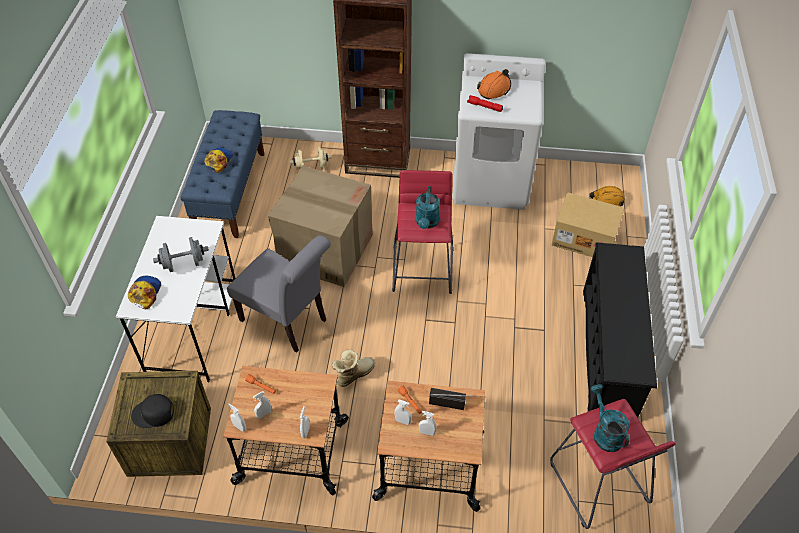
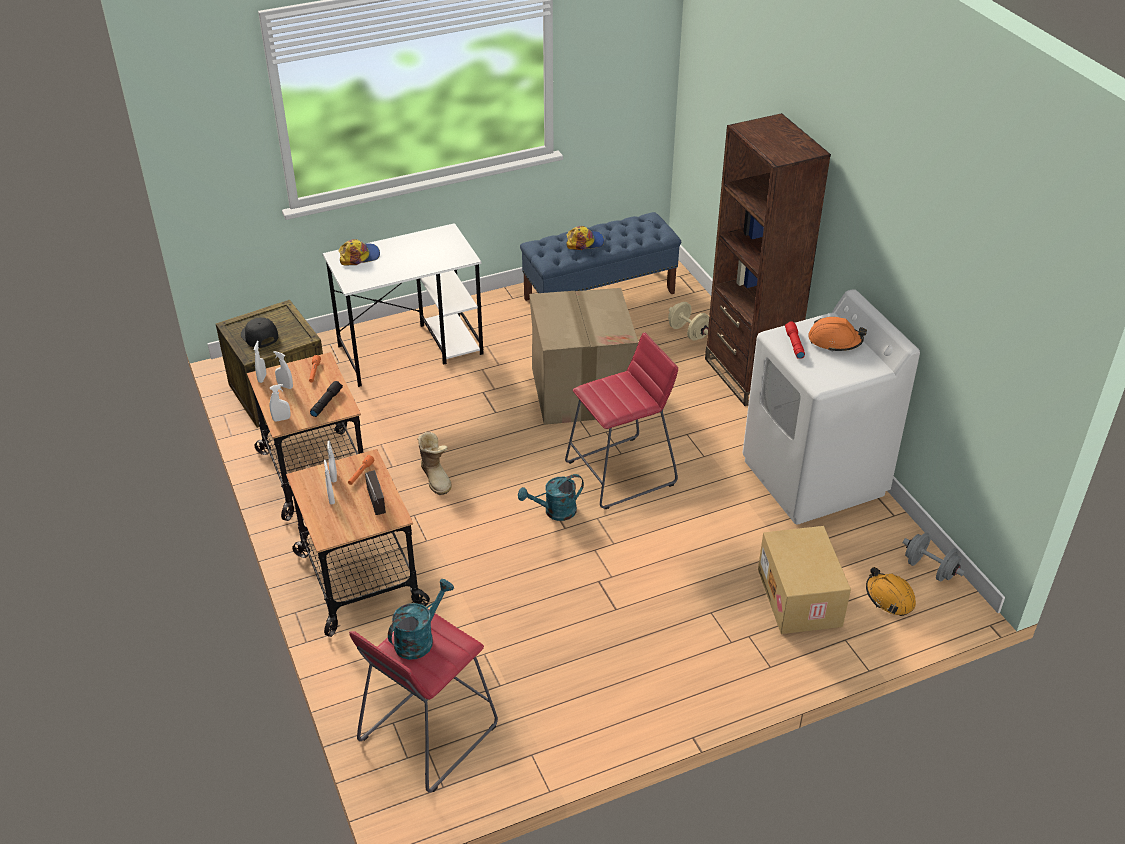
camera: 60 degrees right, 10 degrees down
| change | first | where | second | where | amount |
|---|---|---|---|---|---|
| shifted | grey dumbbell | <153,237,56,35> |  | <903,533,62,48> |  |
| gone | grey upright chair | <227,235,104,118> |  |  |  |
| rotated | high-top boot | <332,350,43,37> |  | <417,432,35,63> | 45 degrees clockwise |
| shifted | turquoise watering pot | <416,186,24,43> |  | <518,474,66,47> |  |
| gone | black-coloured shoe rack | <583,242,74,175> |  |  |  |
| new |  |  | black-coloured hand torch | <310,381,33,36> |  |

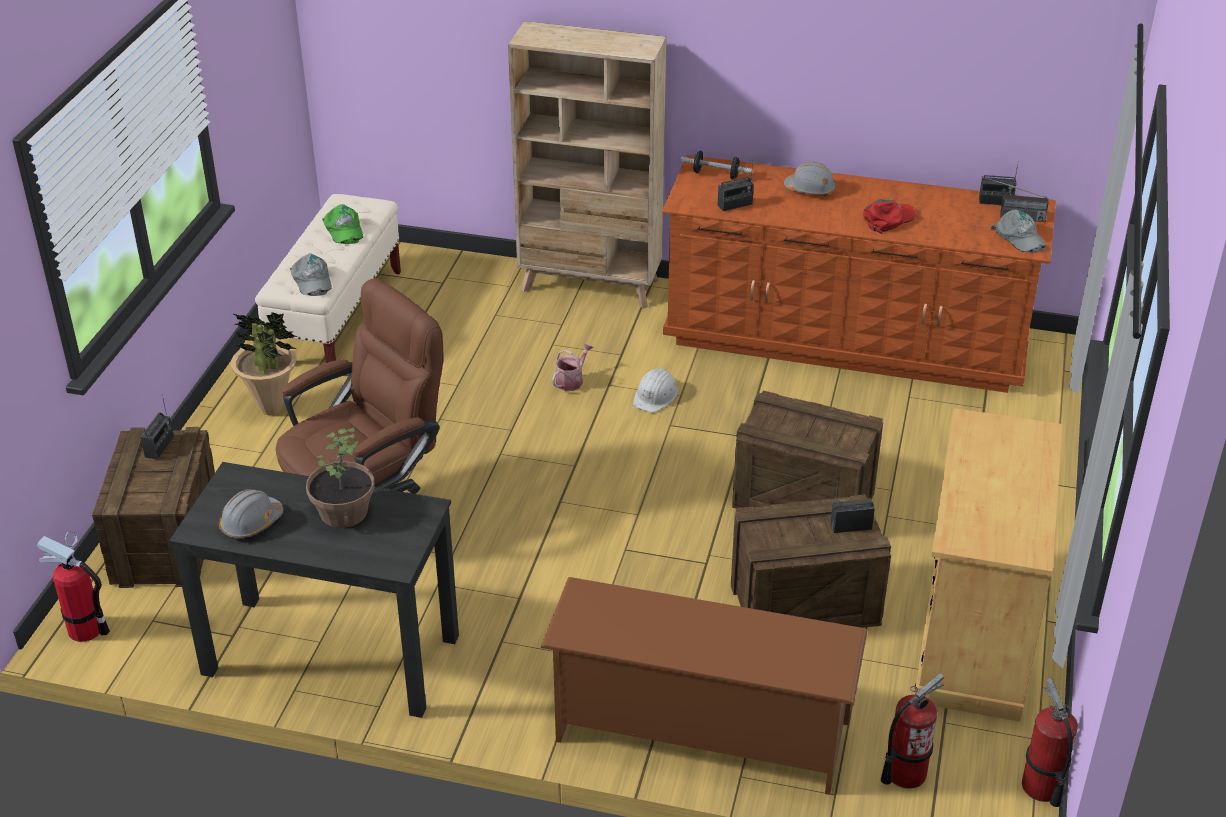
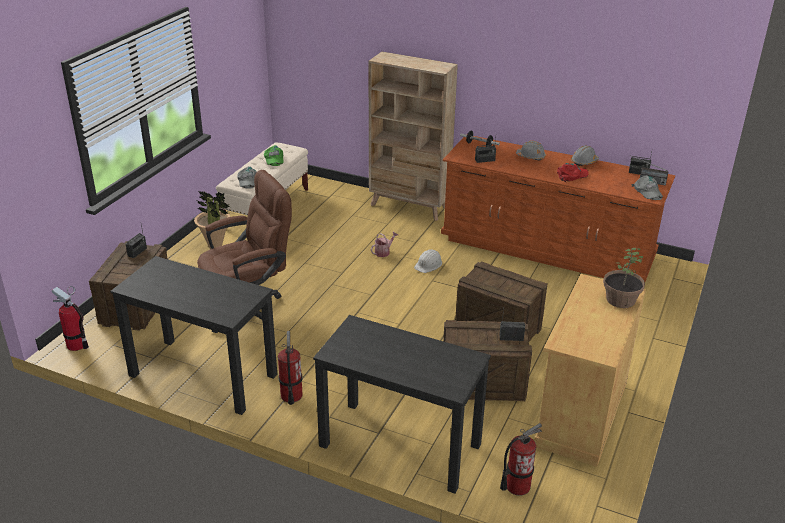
camera: 10 degrees right, 5 degrees down
| change | first | where | second | where | amount |
|---|---|---|---|---|---|
| shifted | grey work helmet | <219,489,64,50> |  | <571,146,28,20> |  |
| shifted | houseplant | <306,428,69,100> |  | <603,248,42,60> |  |
| swapped | brown-coloured shoe rack | <541,577,327,218> | black-coloured desk | <313,315,178,179> |  |
| shifted | extinguisher | <1022,678,56,129> |  | <278,331,25,74> |  |

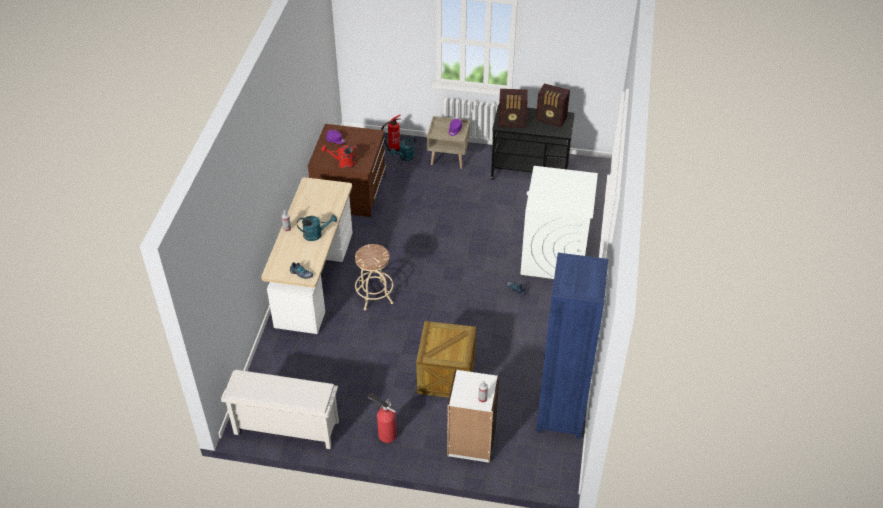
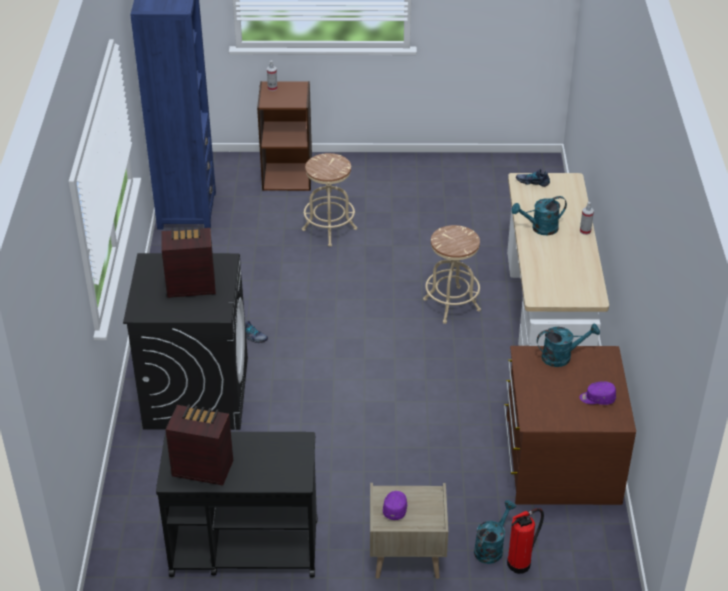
camera: 170 degrees right, 5 degrees down
| change | first | where | second | where | amount |
|---|---|---|---|---|---|
| gone | whitish shoe rack | <221,370,118,79> |  |  |  |
| repainted | reddish watering pot | <321,145,38,24> | turquoise watering pot | <537,323,63,44> |  |
| gone | extinguisher | <368,393,29,50> |  |  |  |
| swapped | shipping crate | <416,321,60,77> | beige sitting stool | <302,153,55,94> |  |
| repainted | whitish bookcase | <447,369,52,94> | brown-coloured bookcase | <257,81,55,110> |  |
| shifted | radio receiver | <498,89,30,39> |  | <161,226,55,72> |  |
| repainted | whitish laundry appliance | <520,166,78,113> | black-coloured laundry appliance | <123,253,125,177> |  |

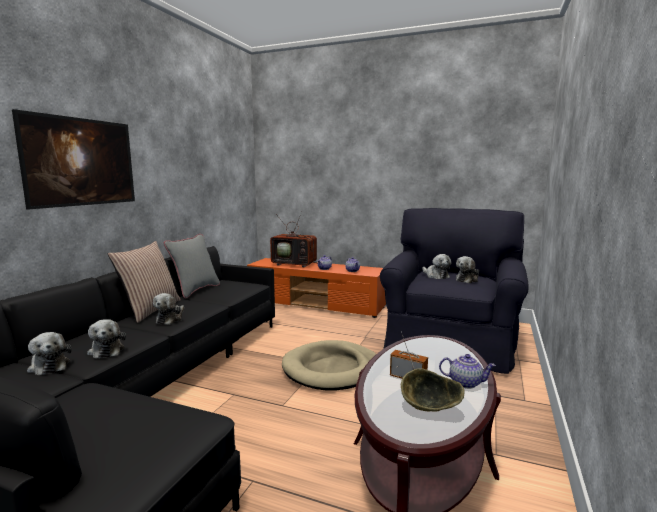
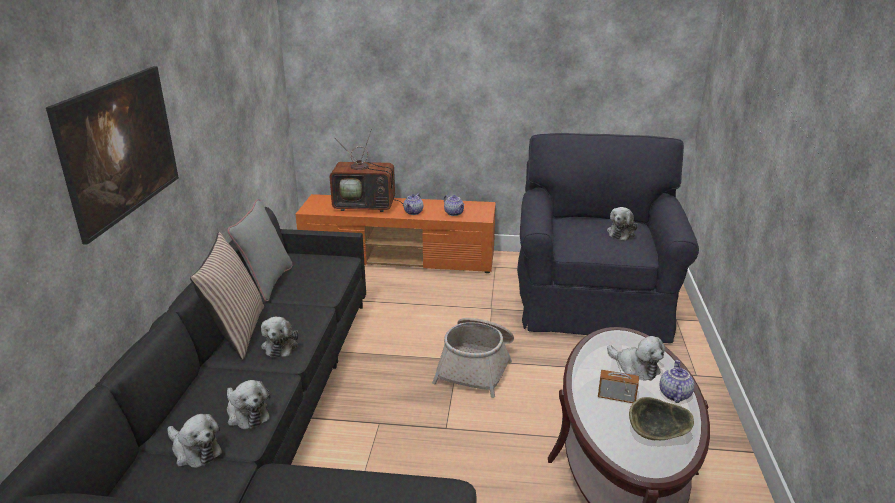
camera: 15 degrees left, 15 degrees up
| change | first | where | second | where | amount |
|---|---|---|---|---|---|
| swapped | beige pet bed | <282,340,94,50> | household basket | <432,318,82,80> |  |
| shifted | soft toy | <422,254,30,25> |  | <607,336,58,45> |  |
| rotated | pot for tea | <439,354,57,35> |  | <660,360,34,43> | 75 degrees counterclockwise |

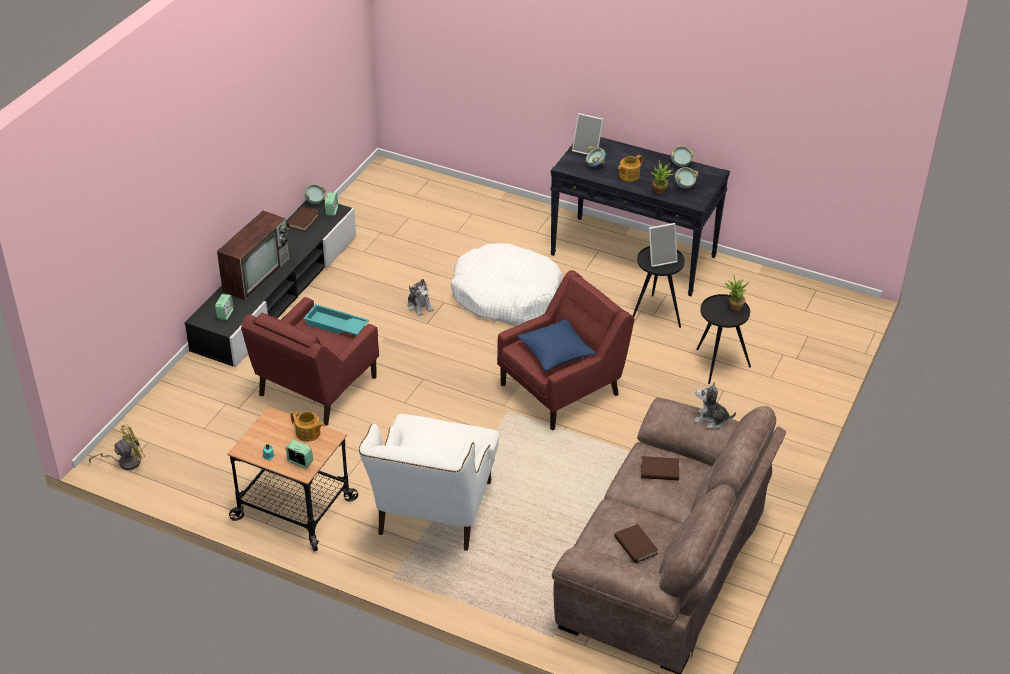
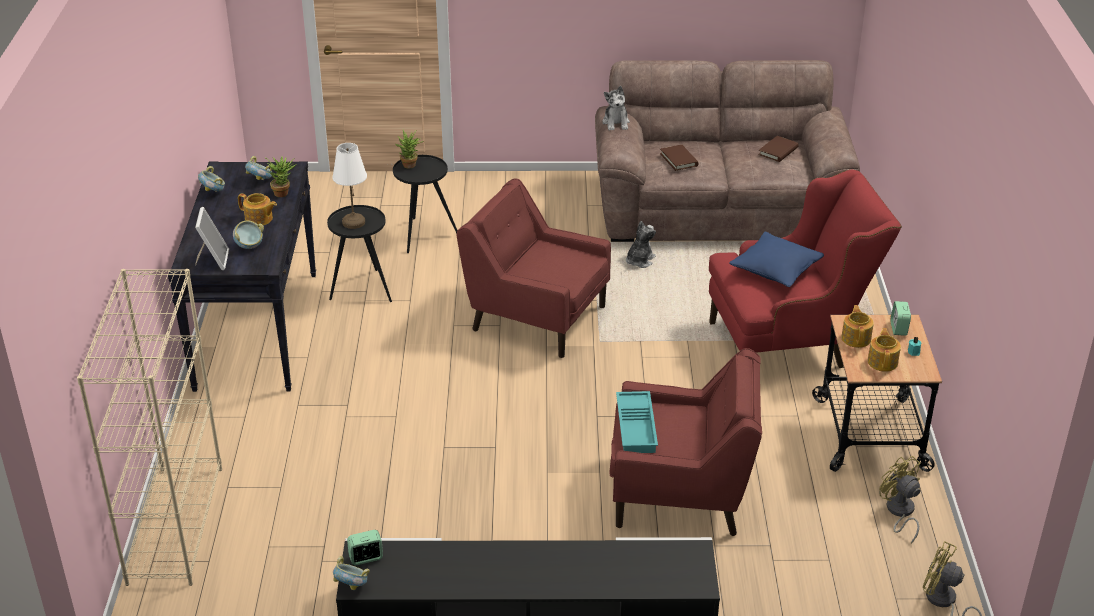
camera: 115 degrees left, 5 degrees down
| change | first | where | second | where | amount |
|---|---|---|---|---|---|
| gone | table clock | <215,294,19,26> |  |  |  |
| gone | television | <217,211,73,89> |  |  |  |
| gone | brown-coloured volume | <287,207,33,25> |  |  |  |
| repainted | whitish easy chair | <359,414,140,137> | reddish easy chair | <709,169,193,199> |  |
| shifted | soft toy | <408,279,25,37> |  | <626,221,30,47> |  |
| gone | whitish pet bed | <451,243,111,82> |  |  |  |
| shifted | blue-coloured cushion | <518,319,78,52> |  | <729,232,95,55> |  |
| swapped | standing frame | <649,223,28,44> | whitish lamp for a table | <332,143,35,86> |  |
| new |  |  | beige bookcase | <77,269,145,317> |  |
| new |  |  | pot for tea | <868,328,33,44> |  |
| new |  |  | yellow-coloured cooling fan | <879,456,42,88> |  |

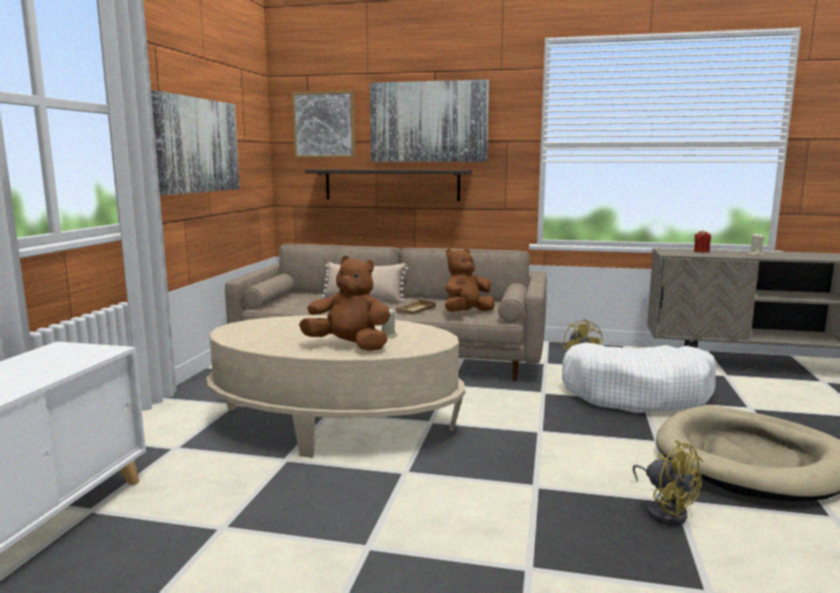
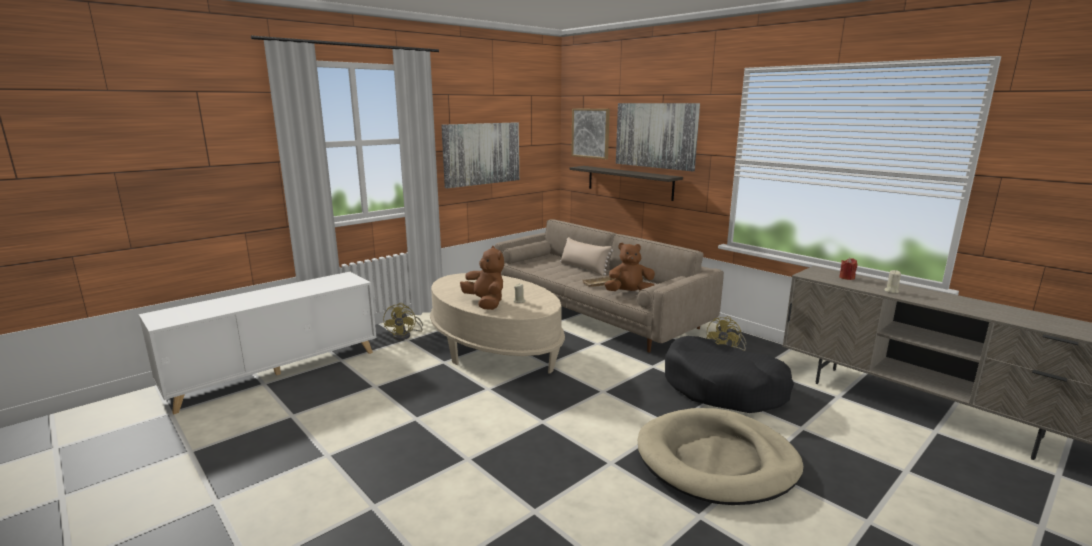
camera: 35 degrees right, 5 degrees up
| change | first | where | second | where | amount |
|---|---|---|---|---|---|
| repainted | whitish pet bed | <562,343,154,70> | black-coloured pet bed | <665,336,129,77> |  |
| shifted | yellow-coloured cooling fan | <633,440,70,86> |  | <383,303,40,37> |  |

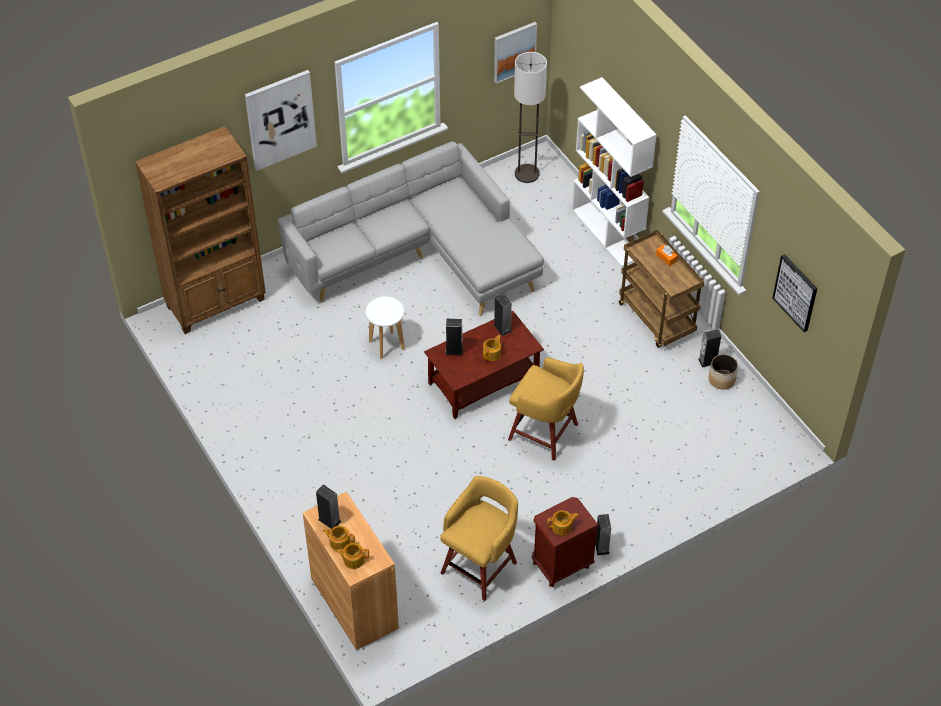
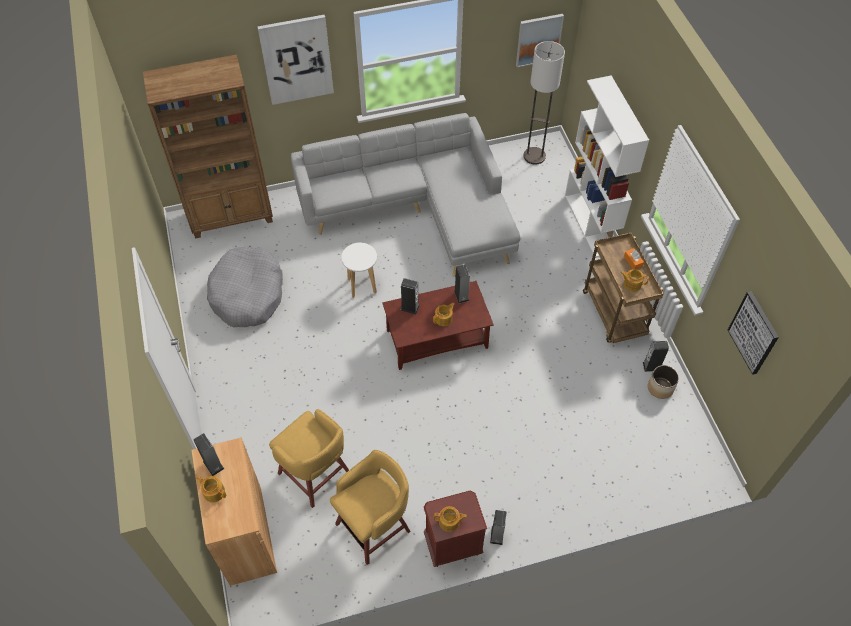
camera: 15 degrees right, 5 degrees up
| change | first | where | second | where | amount |
|---|---|---|---|---|---|
| shifted | pot for tea | <336,543,33,26> |  | <621,269,28,22> |  |
| shifted | yellow-coloured sitting stool | <508,357,76,104> |  | <269,409,80,99> |  |
| new |  |  | grey pet bed | <207,246,76,82> |  |

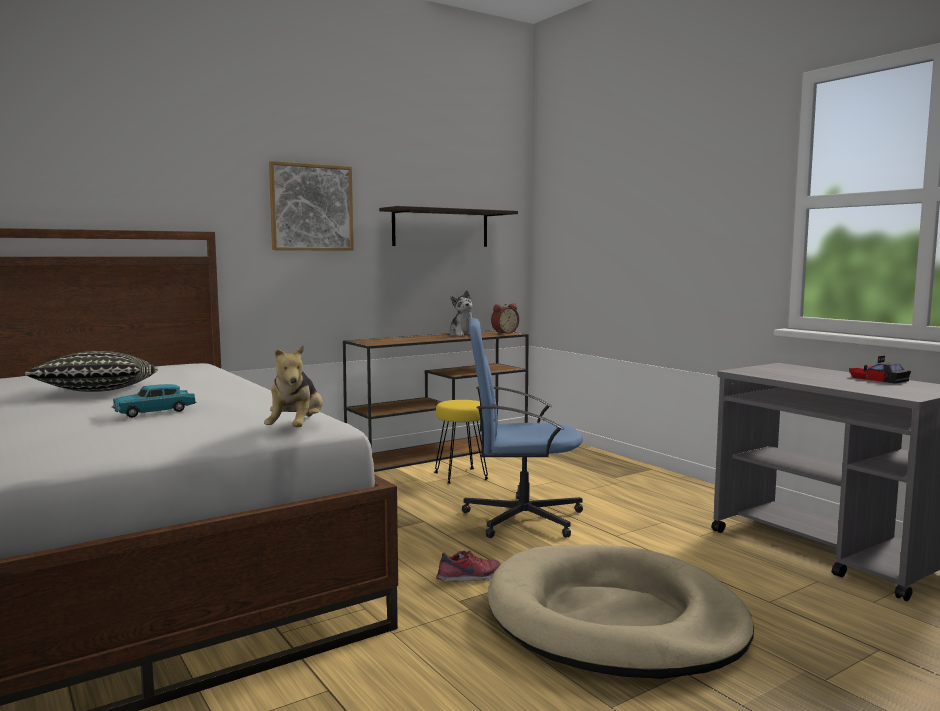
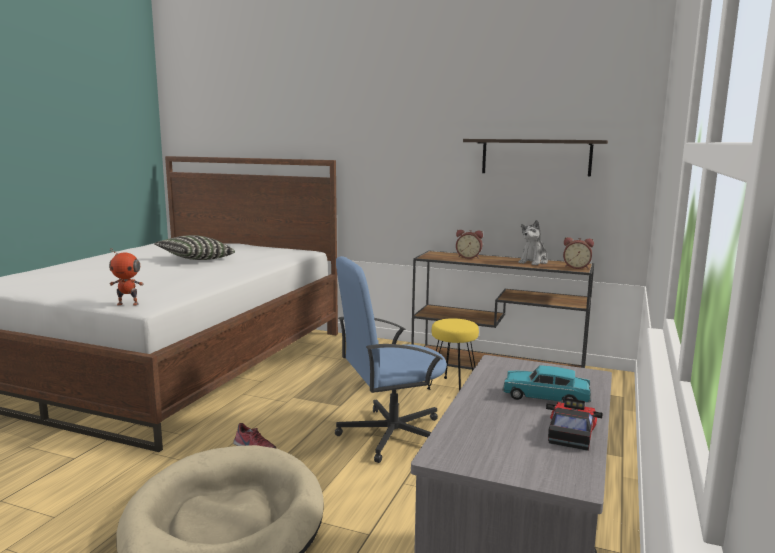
camera: 55 degrees right, 5 degrees up
| change | first | where | second | where | amount |
|---|---|---|---|---|---|
| shifted | turquoise model car | <112,384,84,34> |  | <502,365,89,38> |  |
| swapped | soft toy | <264,345,59,82> | toy robot | <109,249,35,57> |  |
| gone | wall art | <269,161,85,90> |  |  |  |
| rotated | blue-coloured office chair | <462,318,121,220> |  | <335,256,112,207> | 75 degrees counterclockwise |
| new |  |  | table clock | <456,230,27,29> |  |

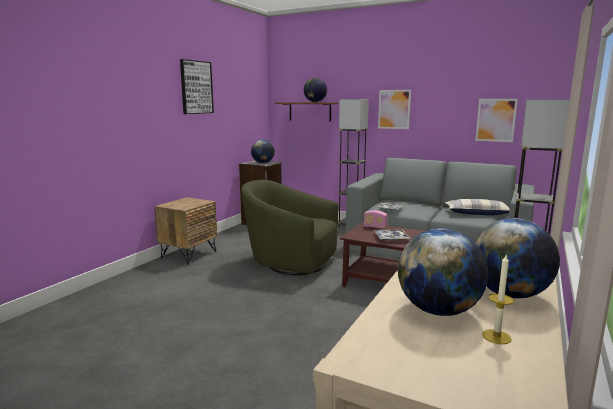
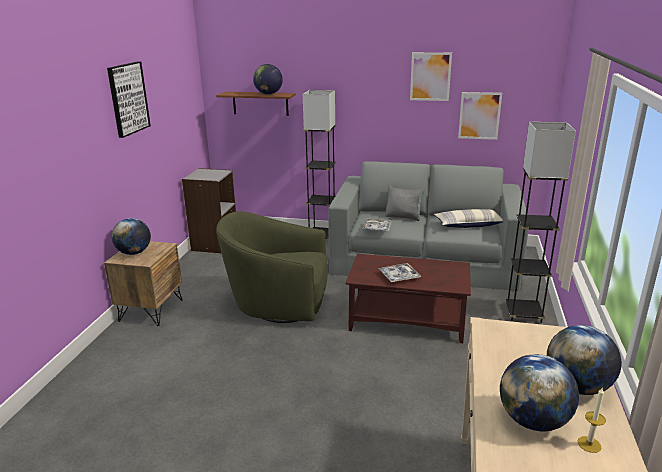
camera: 15 degrees left, 10 degrees up
| change | first | where | second | where | amount |
|---|---|---|---|---|---|
| shifted | globe | <251,140,24,23> |  | <112,218,39,37> |  |
| gone | radio receiver | <364,210,24,19> |  |  |  |
| shifted | wall art | <378,90,33,39> |  | <410,52,42,49> |  |
| new |  |  | grey cushion | <385,186,40,35> |  |

